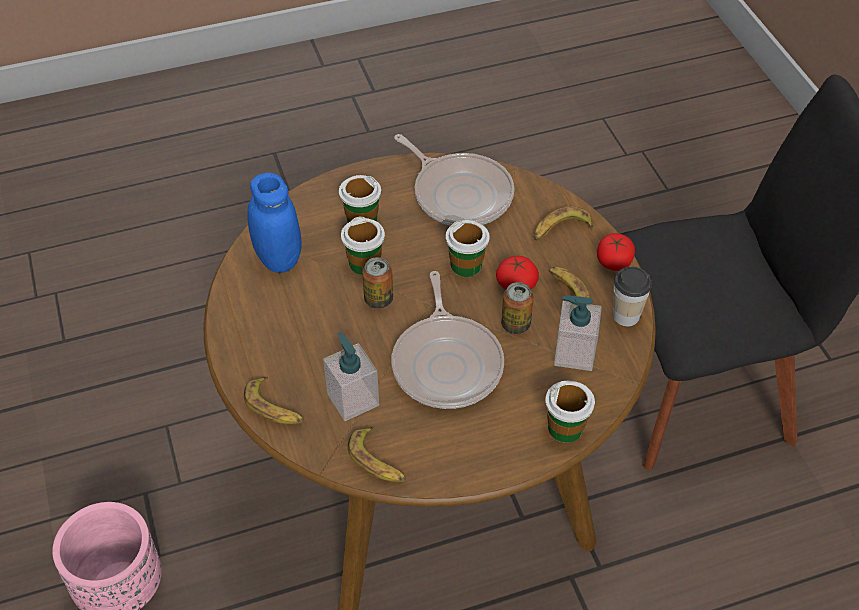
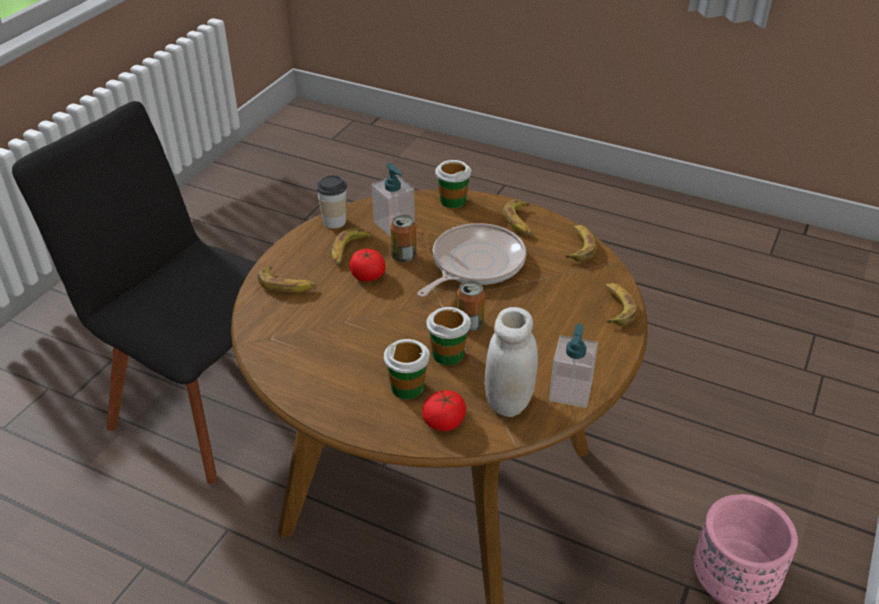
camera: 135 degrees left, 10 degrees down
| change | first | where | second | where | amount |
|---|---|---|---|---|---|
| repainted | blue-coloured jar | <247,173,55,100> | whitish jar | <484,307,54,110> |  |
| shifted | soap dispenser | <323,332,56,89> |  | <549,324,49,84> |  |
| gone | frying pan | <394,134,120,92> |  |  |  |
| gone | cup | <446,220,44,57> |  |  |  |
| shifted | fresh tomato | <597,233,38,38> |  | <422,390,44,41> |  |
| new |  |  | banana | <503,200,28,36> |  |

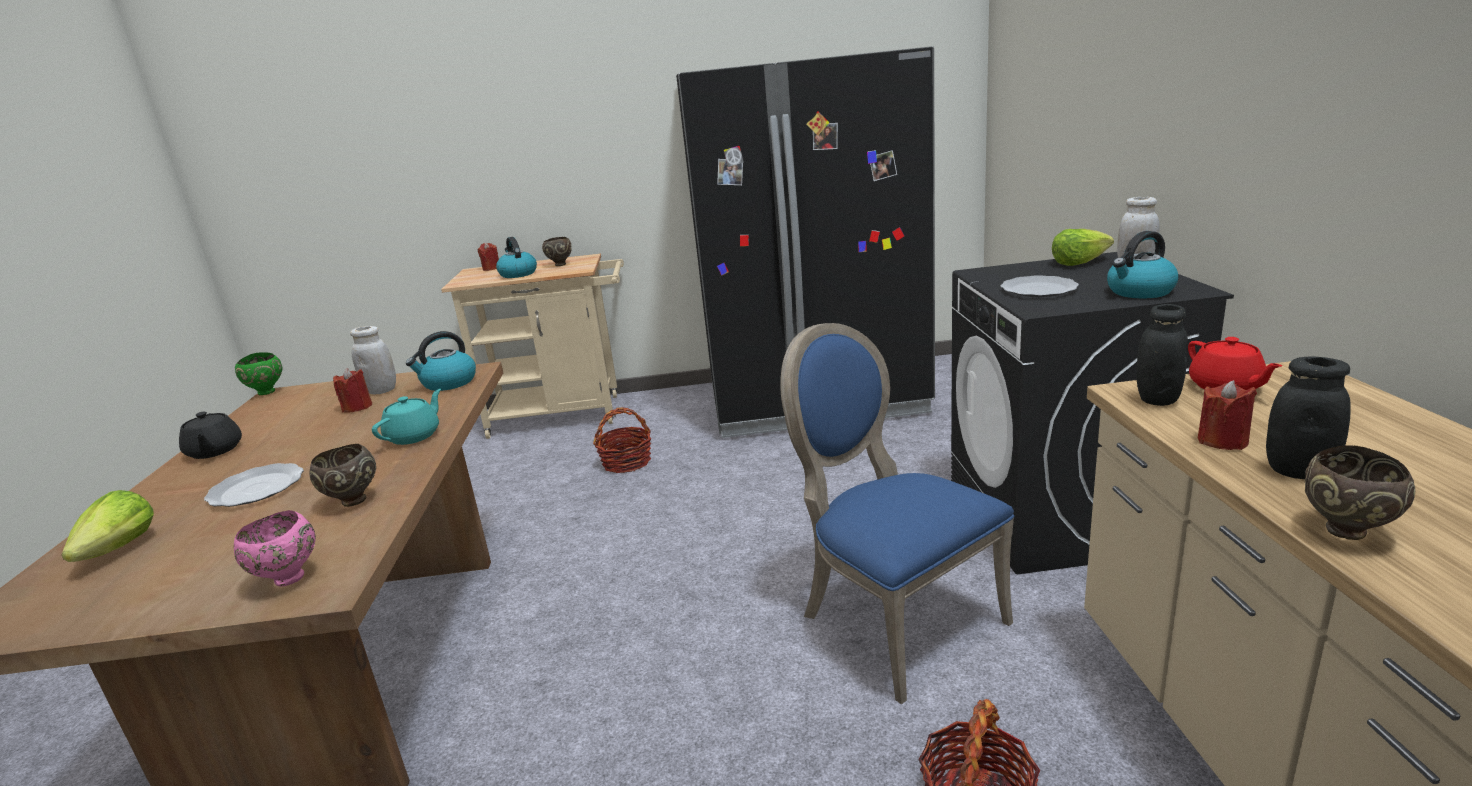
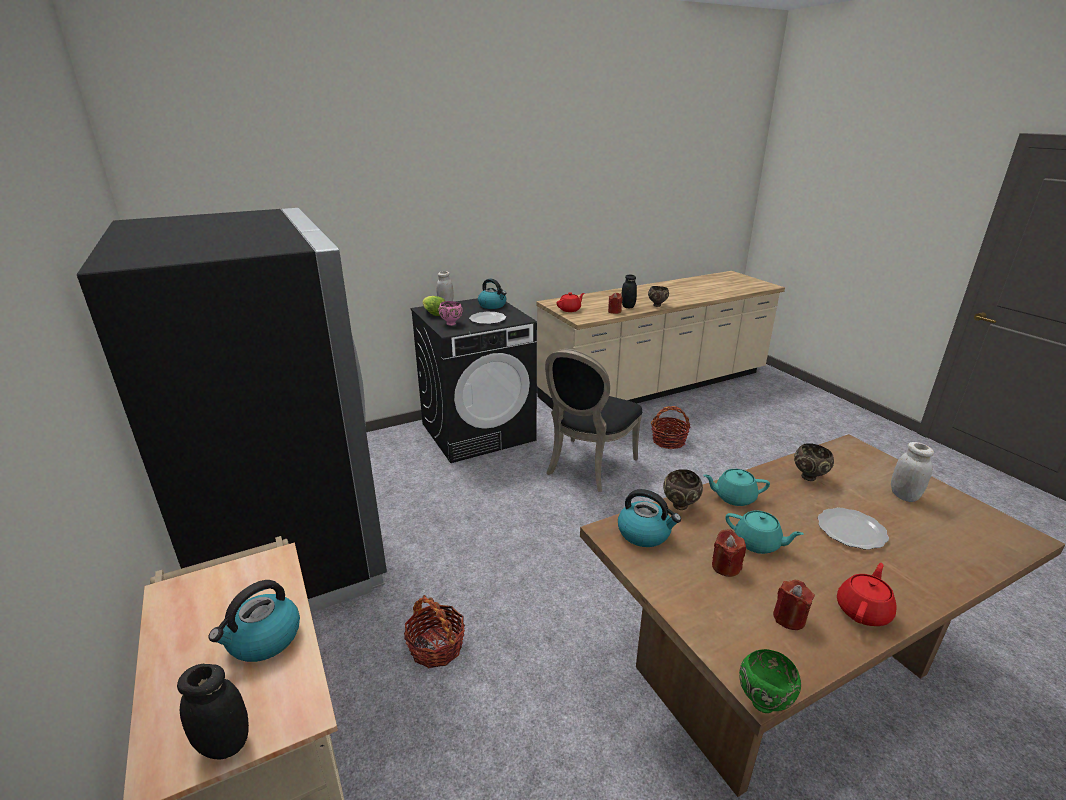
camera: 115 degrees left, 5 degrees up
| change | first | where | second | where | amount |
|---|---|---|---|---|---|
| gone | lettuce | <61,490,93,72> |  |  |  |
| repainted | black-coloured pot for tea | <179,412,63,47> | reddish pot for tea | <837,563,60,63> |  |
| shifted | pink bowl | <234,510,82,76> |  | <438,301,25,25> |  |
| shifted | whitish jar | <350,326,46,68> |  | <891,442,43,60> |  |
| shifted | reddish candle | <478,242,21,29> |  | <773,580,42,50> |  |
| shifted | brown-coloured bowl | <542,237,30,29> |  | <663,469,40,41> |  |
| repainted | blue-coloured upright chair | <780,323,235,381> | black-coloured upright chair | <545,349,98,143> |  |
| shifted | black-coloured jar | <1136,304,52,102> |  | <177,664,72,95> |  |
| new |  |  | turquoise pot for tea | <725,510,79,44> |  |

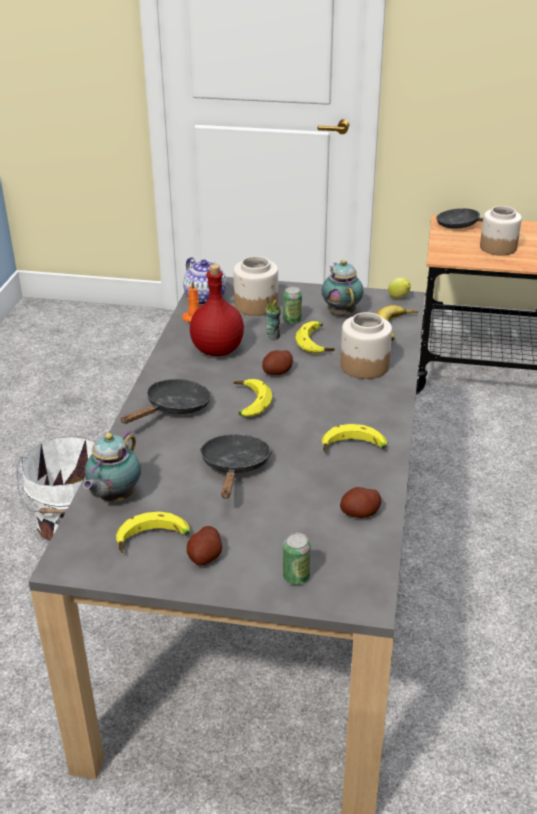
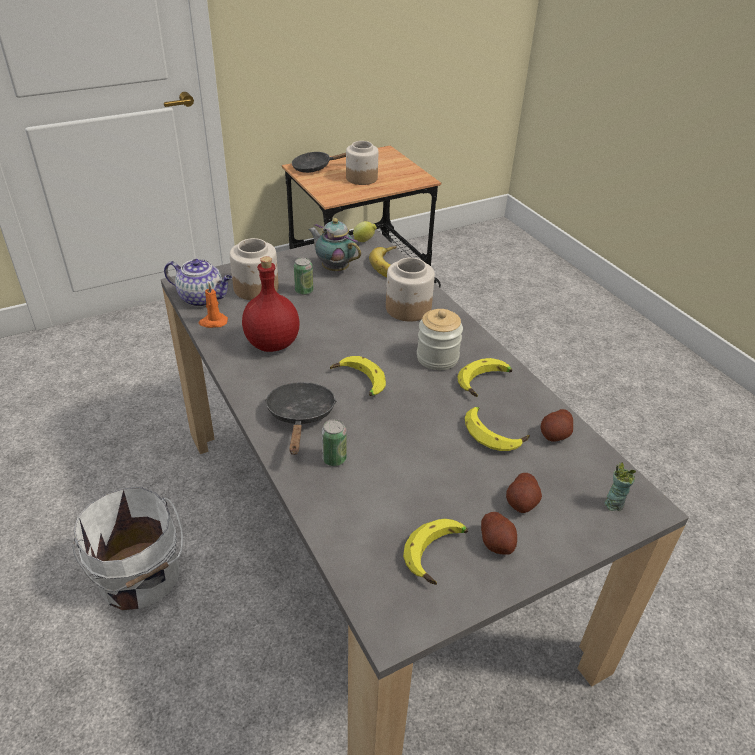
camera: 40 degrees left, 5 degrees up
| change | first | where | second | where | amount |
|---|---|---|---|---|---|
| gone | pot for tea | <83,430,58,72> |  |  |  |
| gone | black-coloured frying pan | <200,434,72,65> |  |  |  |
| shifted | spud | <262,350,31,25> |  | <506,473,36,40> |  |
| shifted | cup | <266,297,15,43> |  | <604,463,32,48> |  |
| shifted | can | <283,533,27,52> |  | <322,419,25,47> |  |
| shifted | banana | <295,321,40,33> |  | <465,407,65,44> |  |
| new |  |  | jar | <417,309,46,61> |  |

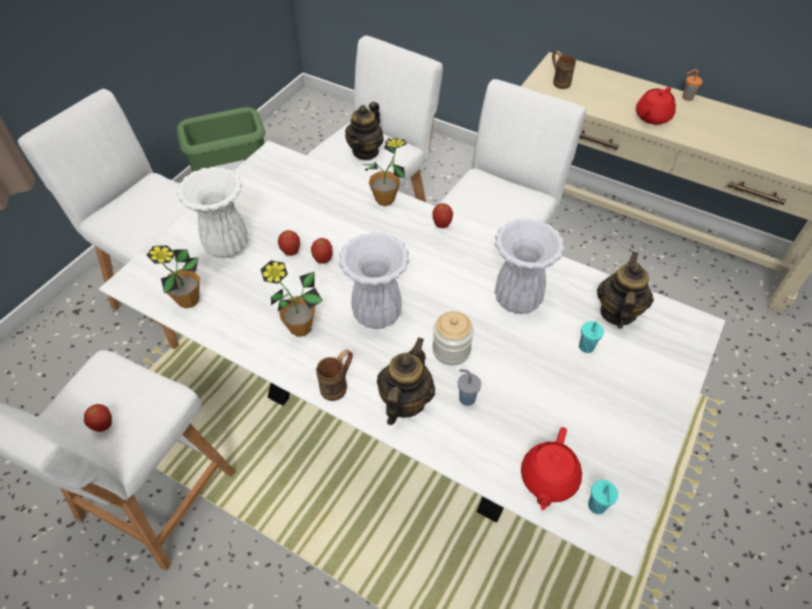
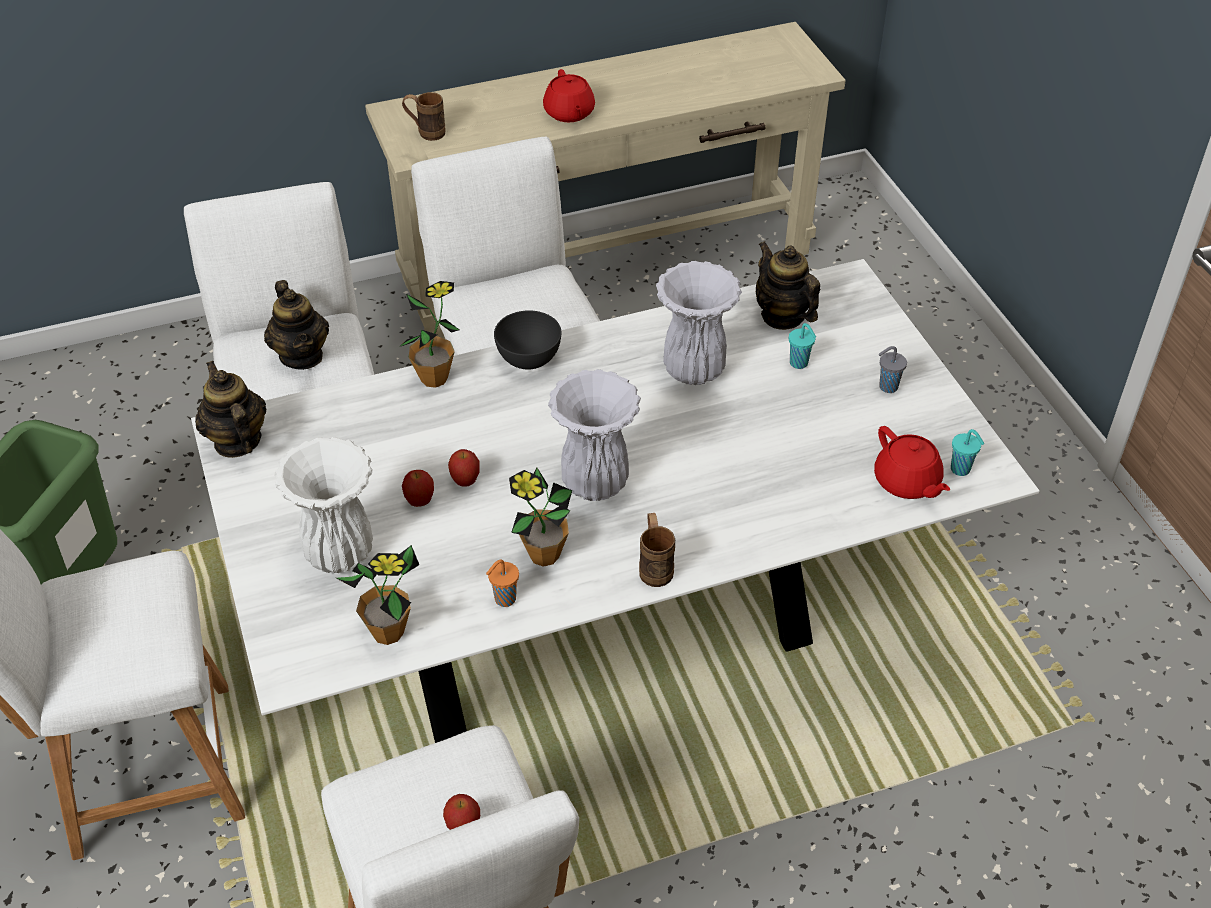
camera: 50 degrees left, 5 degrees down
| change | first | where | second | where | amount |
|---|---|---|---|---|---|
| shifted | pot for tea | <377,338,58,87> |  | <195,361,71,97> |  |
| swapped | whole apple | <432,203,21,25> | grey bowl | <494,310,67,60> |  |
| gone | jar | <432,311,42,54> |  |  |  |
| shifted | grey cup | <458,369,23,37> |  | <878,346,29,47> |  |
| shifted | orangey cup | <682,69,21,32> |  | <486,560,33,47> |  |

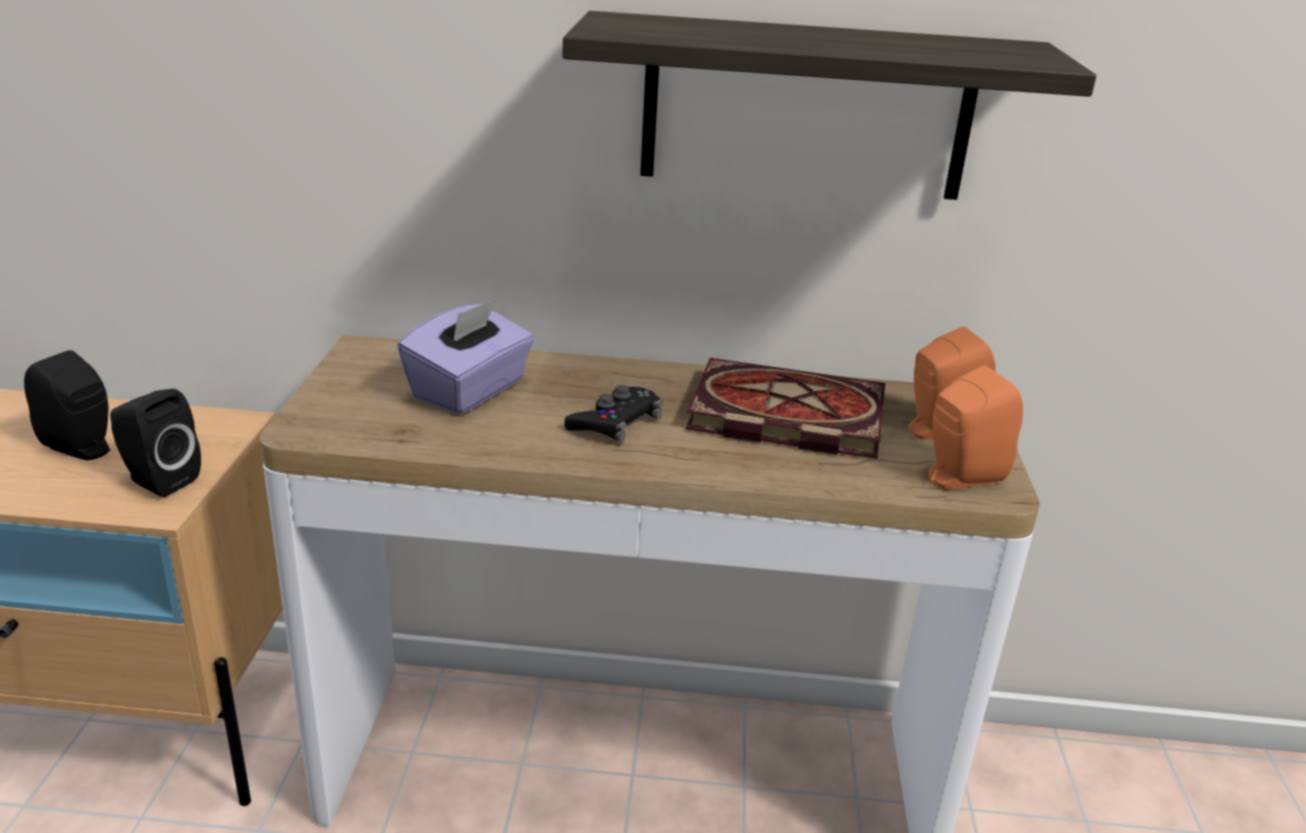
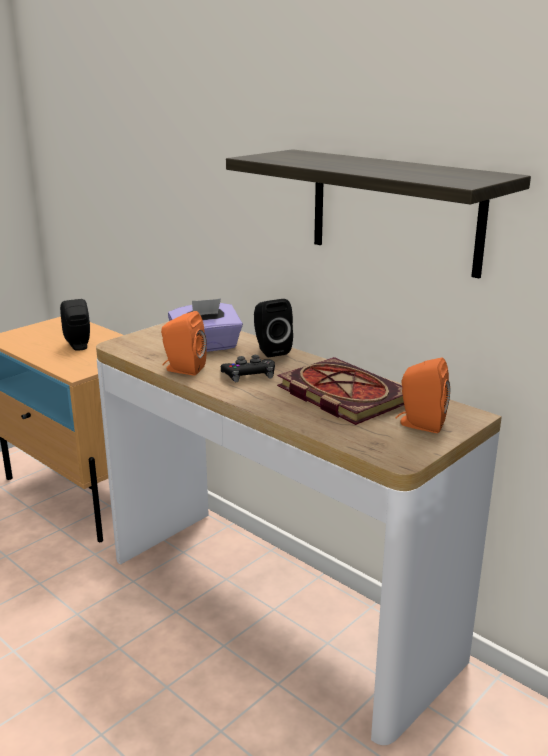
camera: 40 degrees right, 5 degrees down
| change | first | where | second | where | amount |
|---|---|---|---|---|---|
| shifted | black-coloured loudspeaker | <110,389,91,108> |  | <254,299,39,58> |  |
| shifted | orangey loudspeaker | <928,365,95,124> |  | <161,311,46,65> |  |

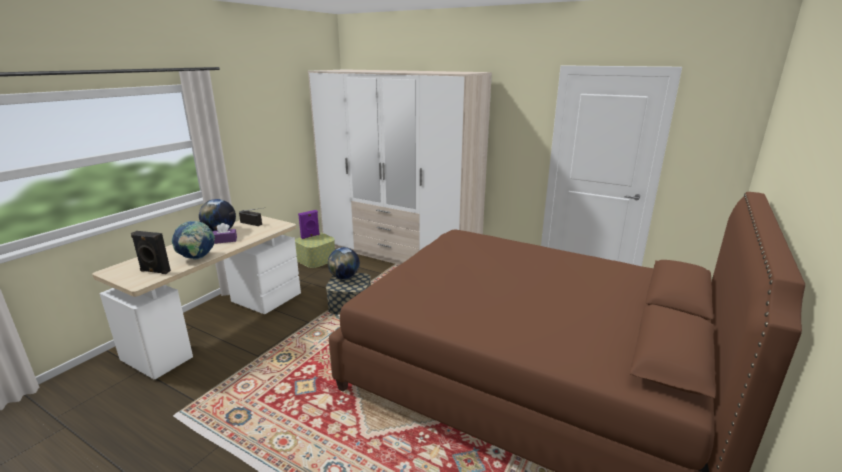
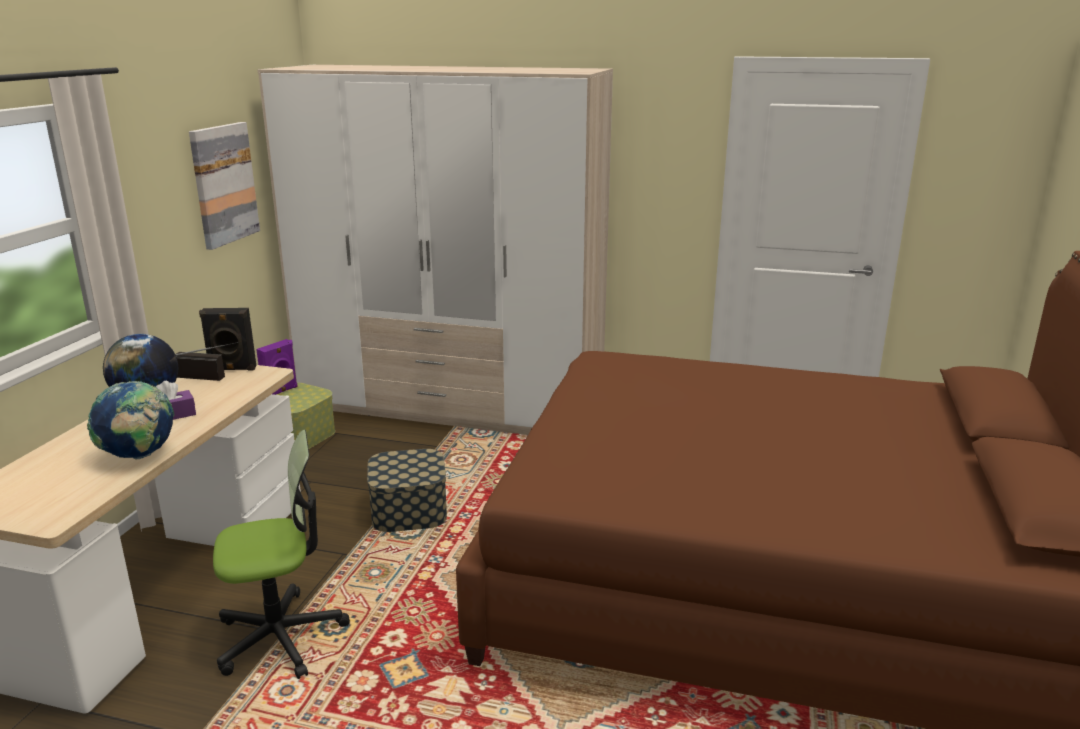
camera: 15 degrees left, 0 degrees up
| change | first | where | second | where | amount |
|---|---|---|---|---|---|
| shifted | black-coloured loudspeaker | <131,231,40,43> |  | <199,308,57,62> |  |
| gone | globe | <328,247,32,32> |  |  |  |
| new |  |  | wall art | <189,122,71,128> |  |
| new |  |  | office chair | <213,430,137,249> |  |

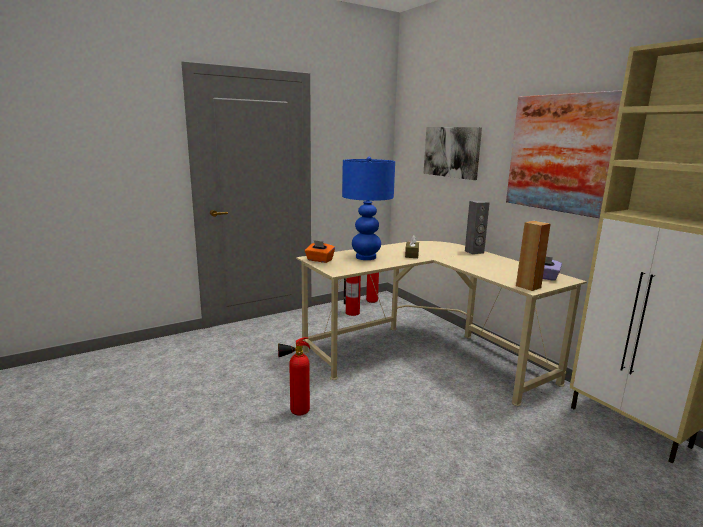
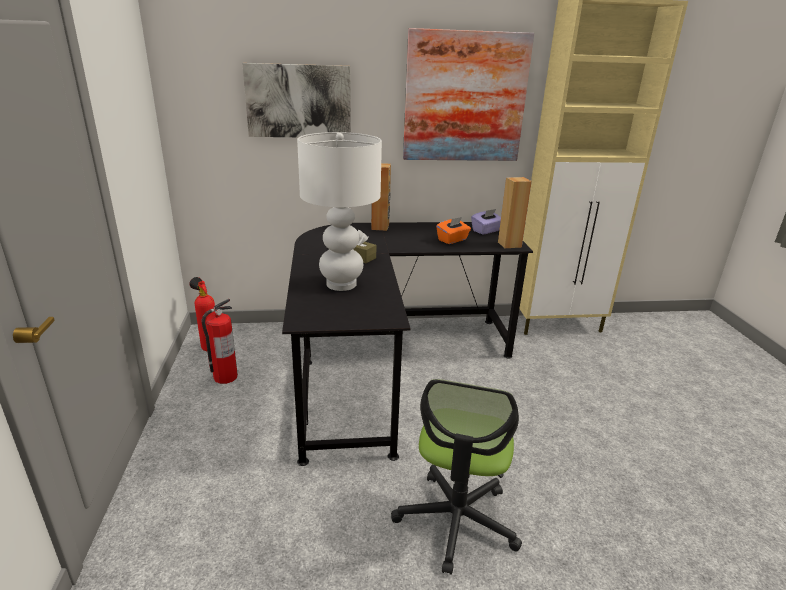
camera: 65 degrees left, 10 degrees up
| change | first | where | second | where | amount |
|---|---|---|---|---|---|
| swapped | extinguisher | <278,337,32,79> | office chair | <391,379,131,196> |  |
| repainted | beige desk | <296,241,291,165> | black-coloured desk | <282,222,251,244> |  |
| shifted | orangey tissue holder | <305,240,30,23> |  | <436,217,35,27> |  |
| repainted | blue-coloured lamp for a table | <342,157,53,103> | whitish lamp for a table | <297,132,85,159> |  |
| repainted | grey loudspeaker | <465,201,25,53> | brown-coloured loudspeaker | <371,163,20,68> |  |

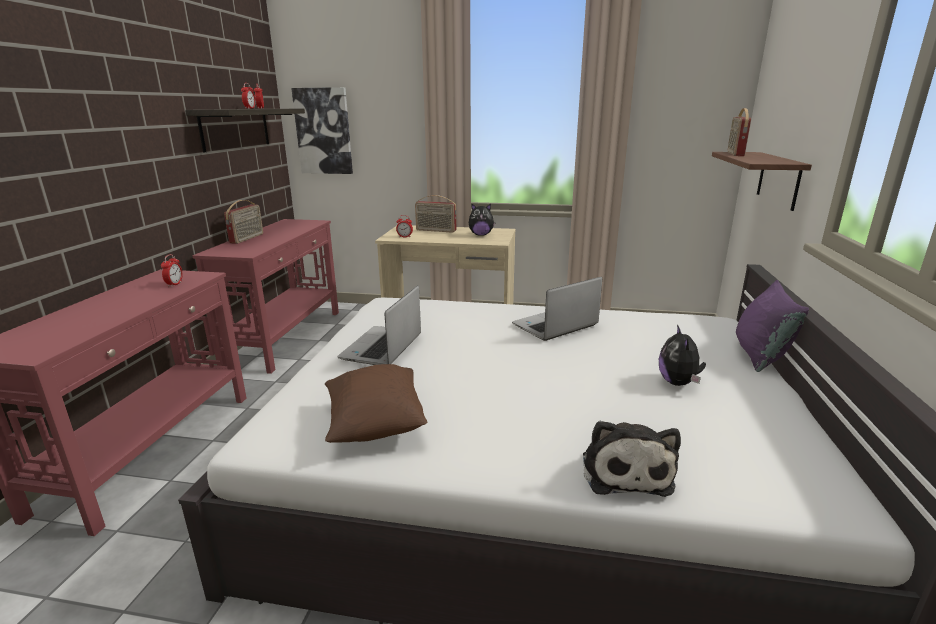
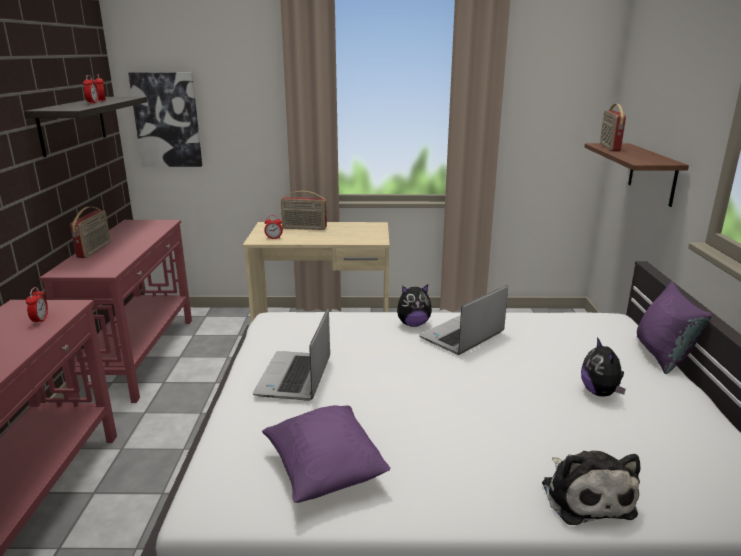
camera: 10 degrees left, 0 degrees up
| change | first | where | second | where | amount |
|---|---|---|---|---|---|
| repainted | brown-coloured cushion | <325,364,102,79> | purple-coloured cushion | <262,405,128,98> |  |
| shifted | soft toy | <469,204,27,32> |  | <397,285,35,42> |  |

